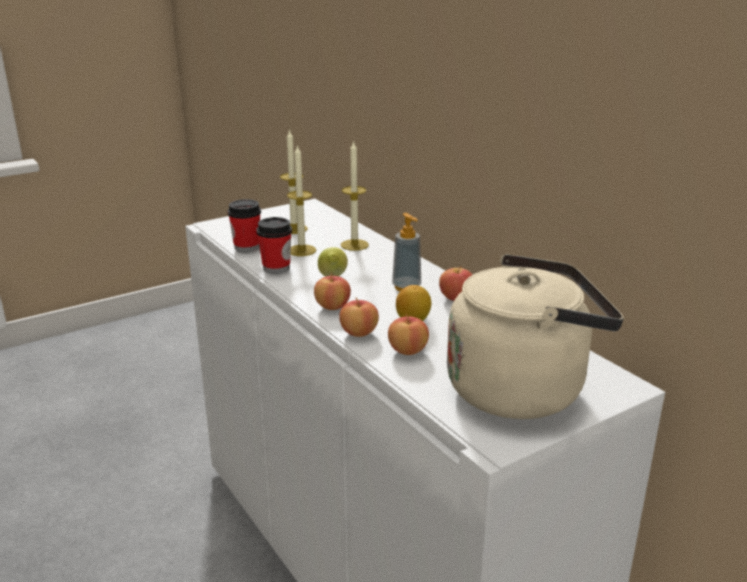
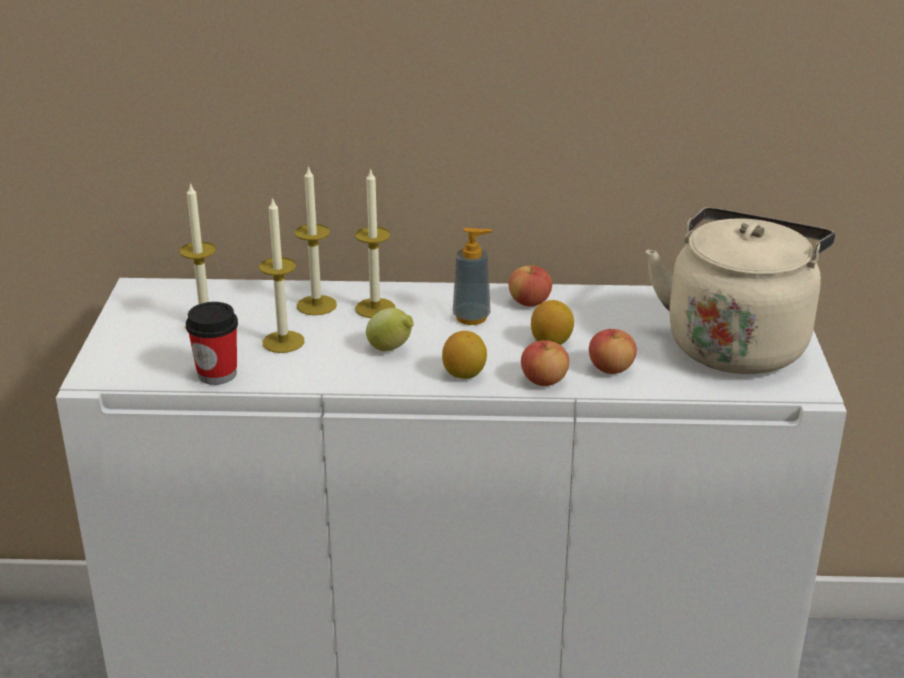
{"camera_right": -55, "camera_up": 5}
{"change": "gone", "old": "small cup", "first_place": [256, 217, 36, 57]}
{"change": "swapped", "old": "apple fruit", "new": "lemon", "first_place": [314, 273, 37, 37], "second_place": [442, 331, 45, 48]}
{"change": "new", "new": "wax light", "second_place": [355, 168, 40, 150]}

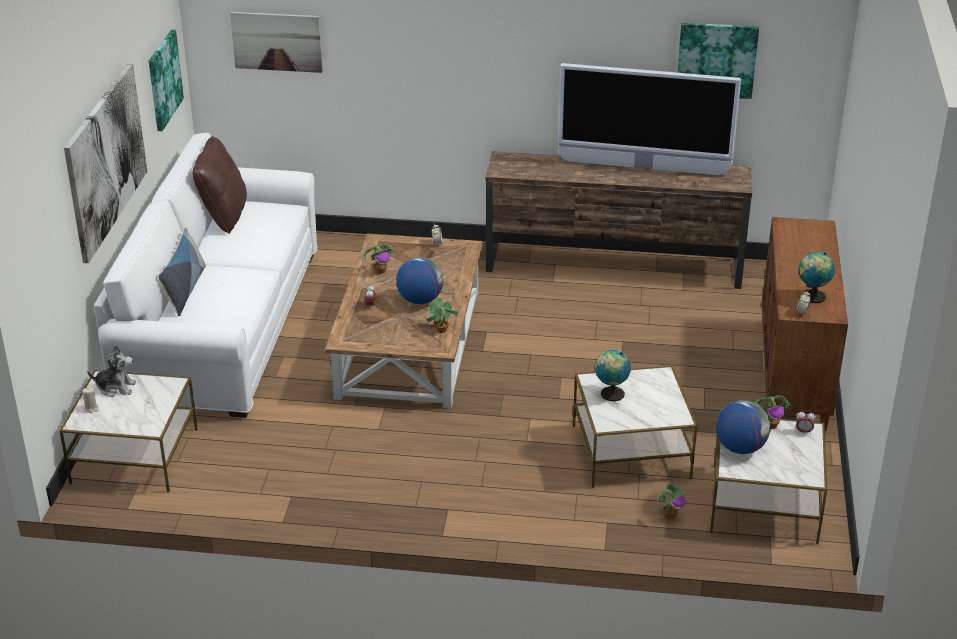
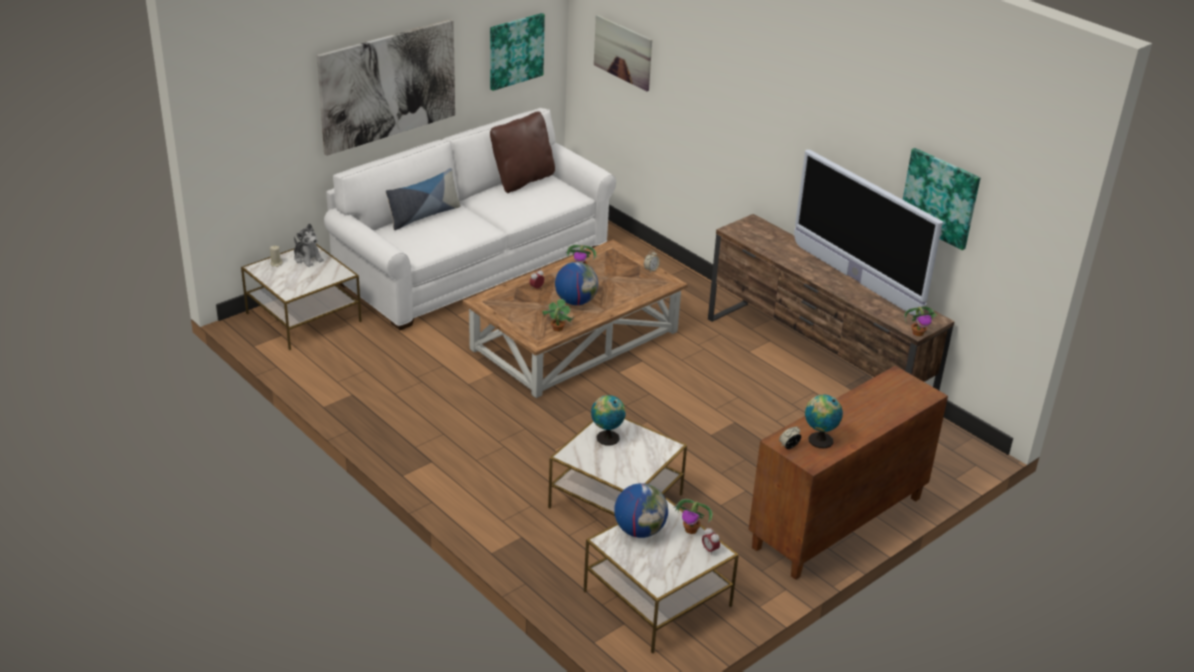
{"camera_right": 40, "camera_up": 0}
{"change": "shifted", "old": "houseplant", "first_place": [657, 484, 29, 36], "second_place": [904, 306, 34, 30]}

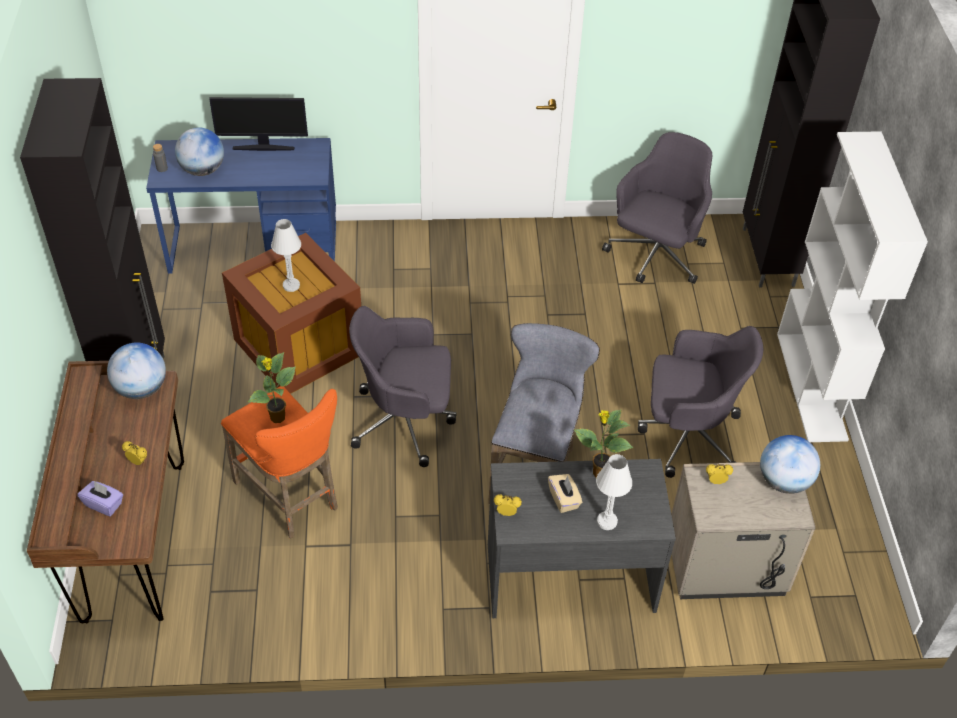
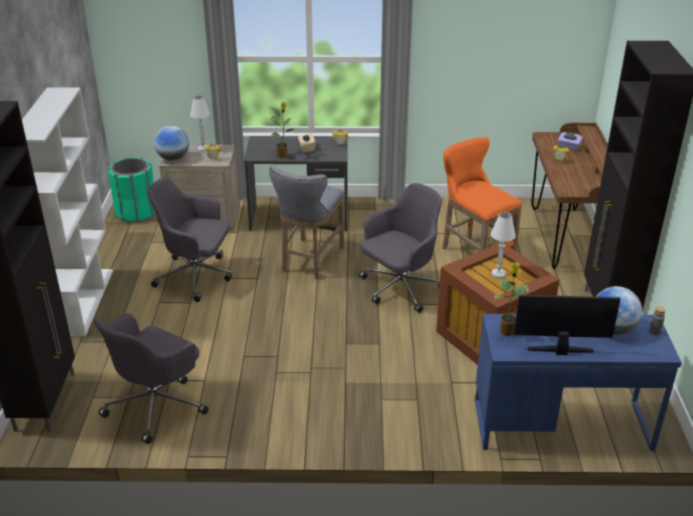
{"camera_right": -175, "camera_up": -15}
{"change": "rotated", "old": "computer chair (grey)", "first_place": [349, 306, 108, 161], "second_place": [359, 183, 83, 130], "degrees": -45}
{"change": "gone", "old": "desk globe", "first_place": [107, 342, 59, 57]}
{"change": "shifted", "old": "houseplant", "first_place": [248, 352, 48, 71], "second_place": [494, 262, 35, 74]}
{"change": "shifted", "old": "lamp for a table (whitish)", "first_place": [596, 454, 36, 76], "second_place": [190, 95, 20, 57]}
{"change": "new", "new": "rubbish bin (green)", "second_place": [108, 157, 48, 66]}

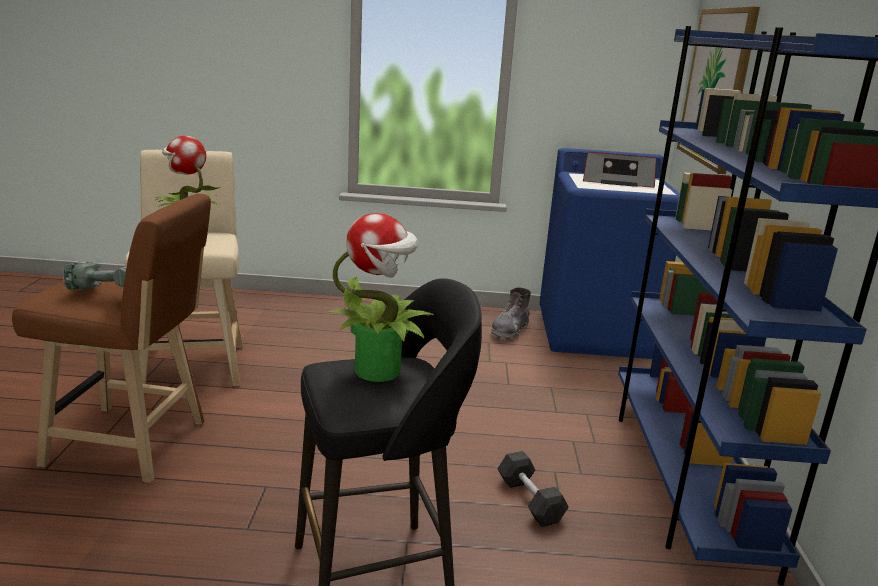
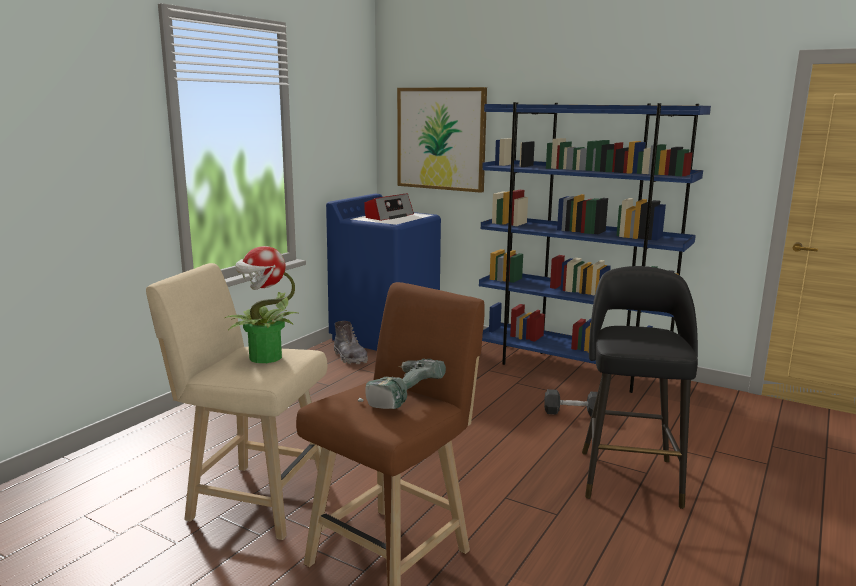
{"camera_right": -60, "camera_up": -5}
{"change": "gone", "old": "houseplant", "first_place": [327, 213, 106, 169]}

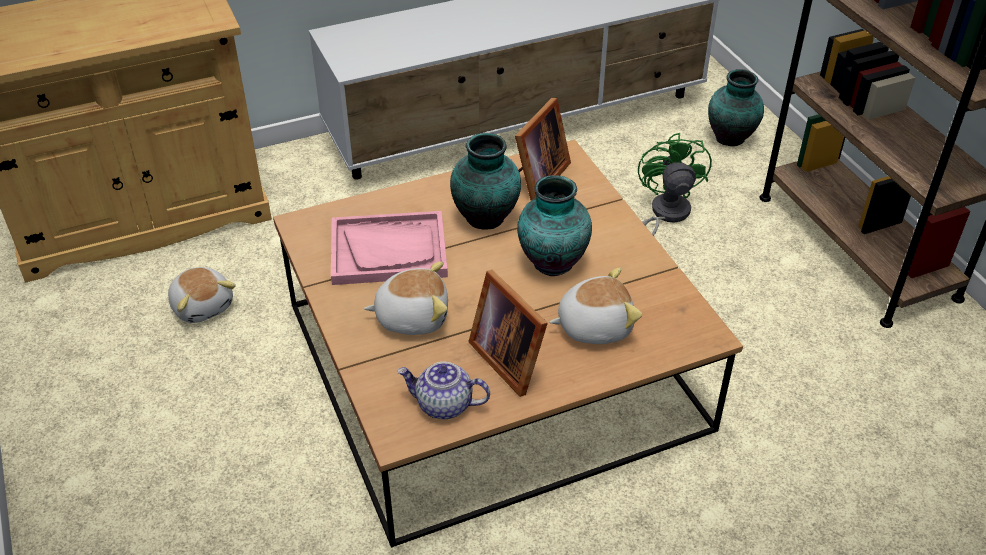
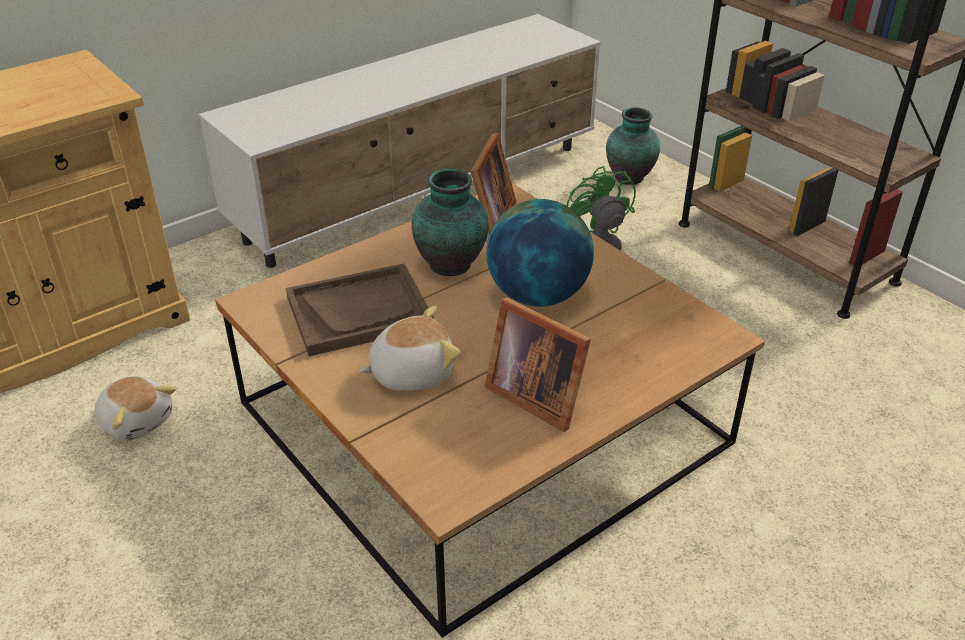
{"camera_right": -15, "camera_up": -5}
{"change": "swapped", "old": "decorative vase", "new": "desk globe", "first_place": [517, 175, 75, 101], "second_place": [486, 199, 108, 107]}
{"change": "repainted", "old": "carrying tray (pink)", "new": "carrying tray (brown)", "first_place": [331, 211, 117, 74], "second_place": [286, 263, 148, 93]}
{"change": "gone", "old": "plush toy", "first_place": [549, 267, 93, 77]}
{"change": "gone", "old": "teapot", "first_place": [397, 362, 93, 57]}

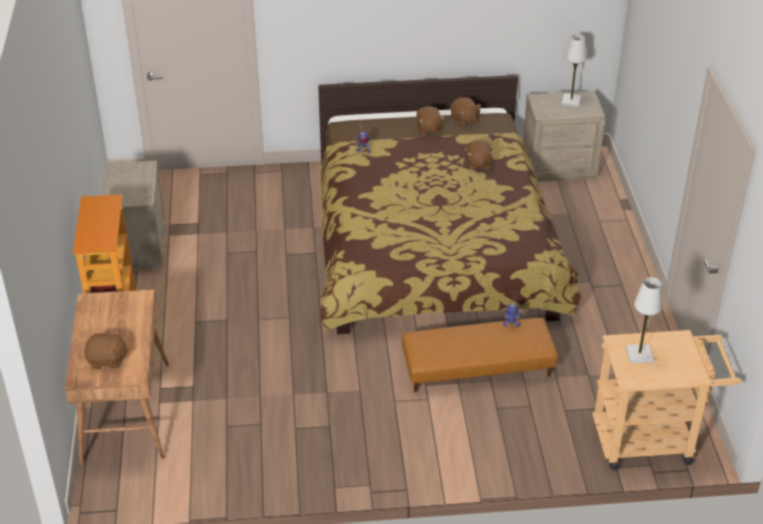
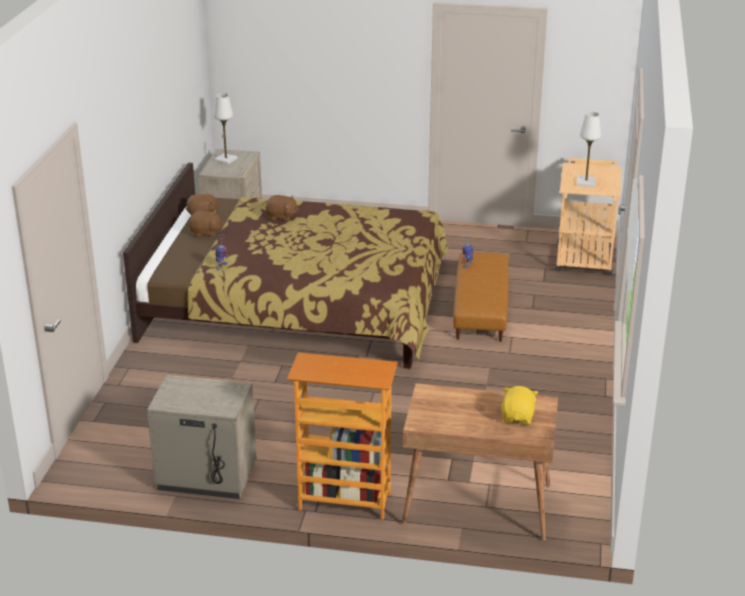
{"camera_right": -75, "camera_up": -10}
{"change": "repainted", "old": "plush toy (brown)", "new": "plush toy (yellow)", "first_place": [85, 331, 44, 38], "second_place": [501, 386, 37, 39]}

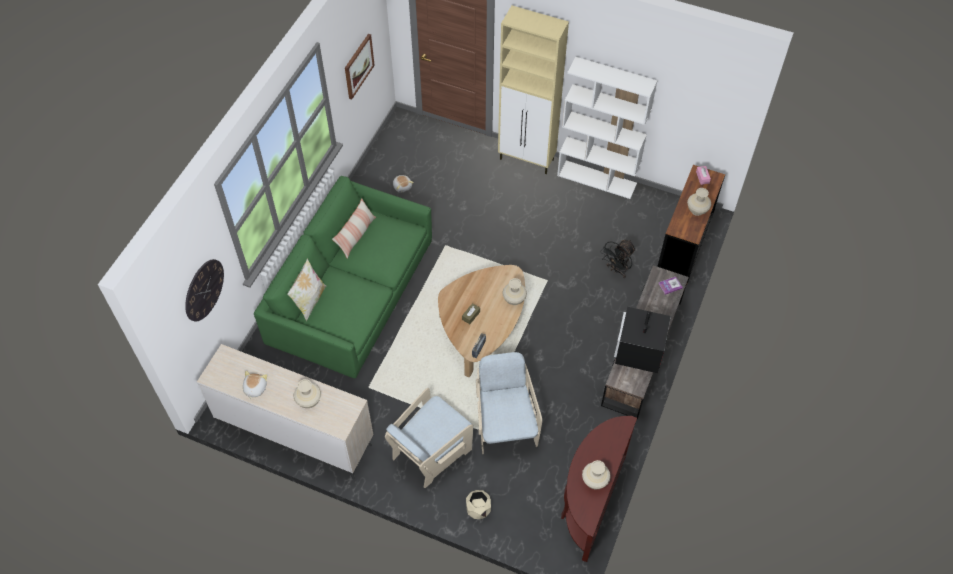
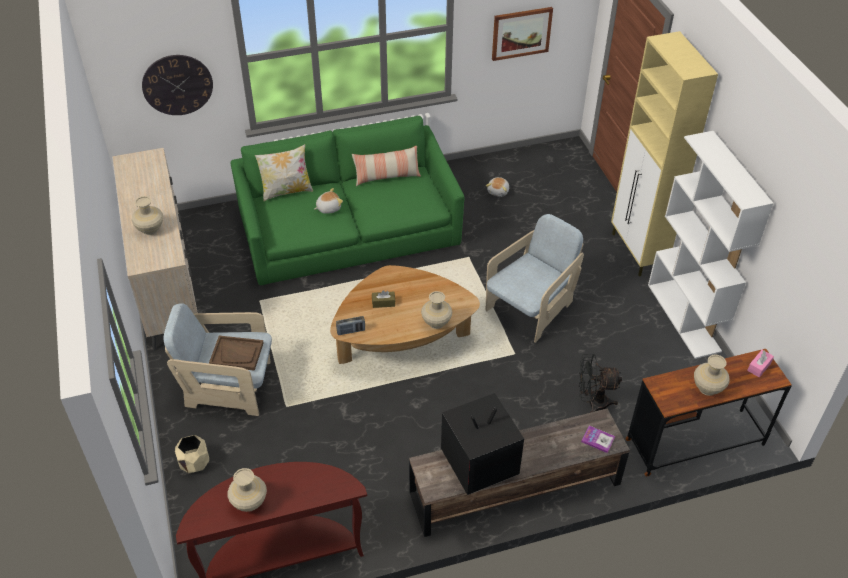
{"camera_right": 50, "camera_up": -10}
{"change": "shifted", "old": "armchair (beige)", "first_place": [476, 352, 66, 102], "second_place": [486, 214, 98, 129]}
{"change": "shifted", "old": "plush toy", "first_place": [243, 371, 24, 29], "second_place": [314, 188, 29, 26]}
{"change": "new", "new": "carrying tray (brown)", "second_place": [209, 336, 55, 35]}

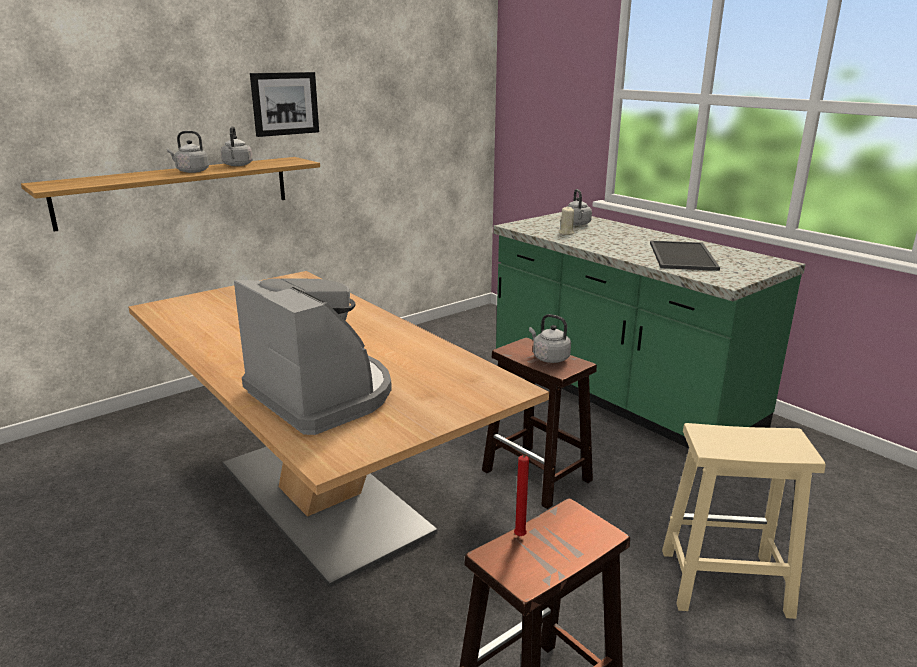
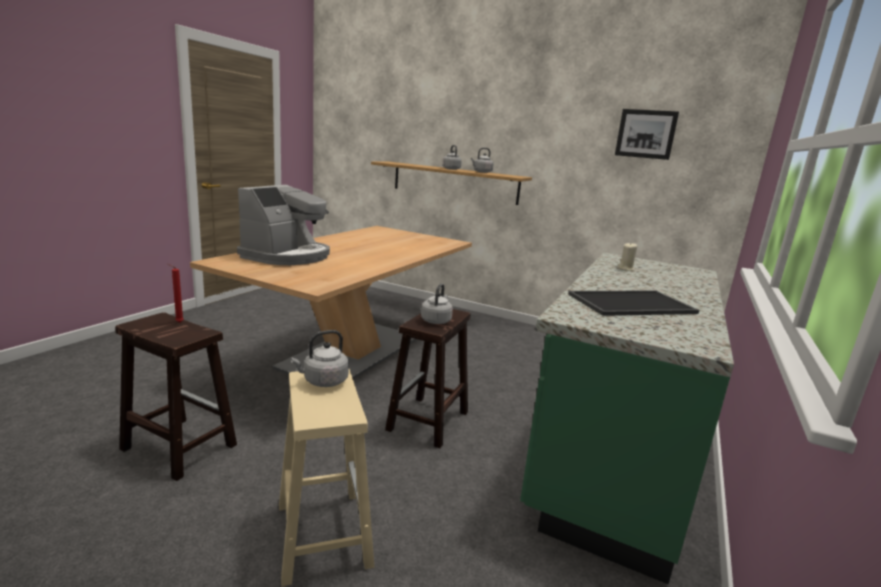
{"camera_right": 65, "camera_up": -5}
{"change": "shifted", "old": "wall art", "first_place": [250, 72, 69, 65], "second_place": [615, 109, 64, 51]}
{"change": "shifted", "old": "tea kettle (grey)", "first_place": [567, 189, 25, 37], "second_place": [290, 330, 59, 57]}

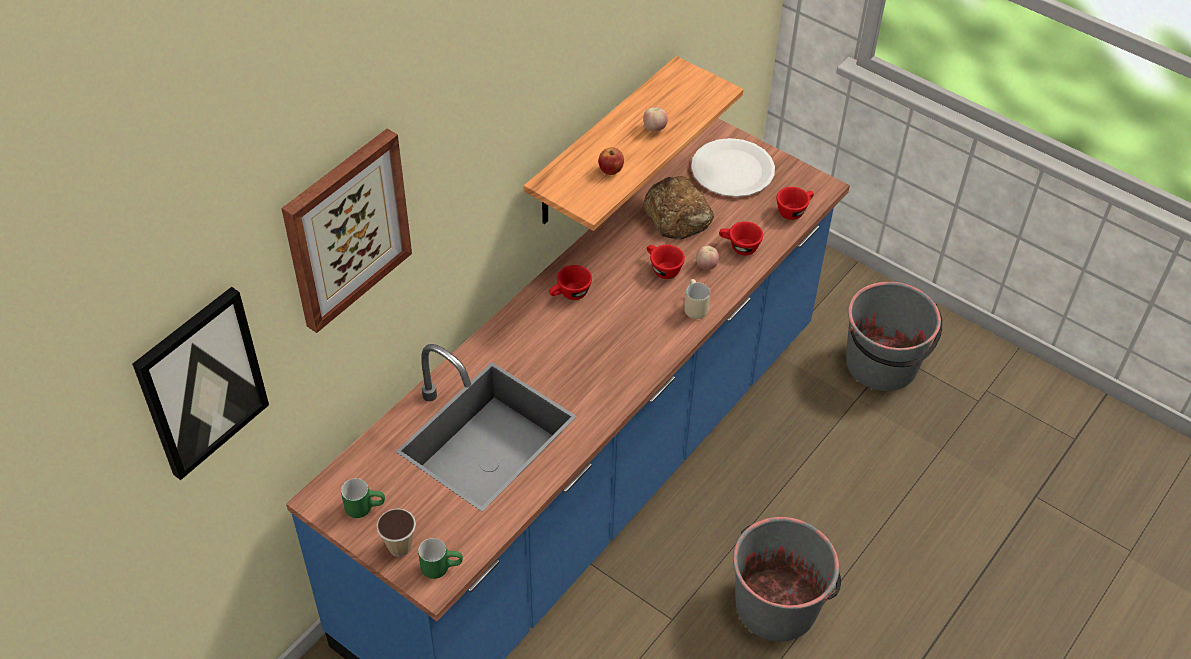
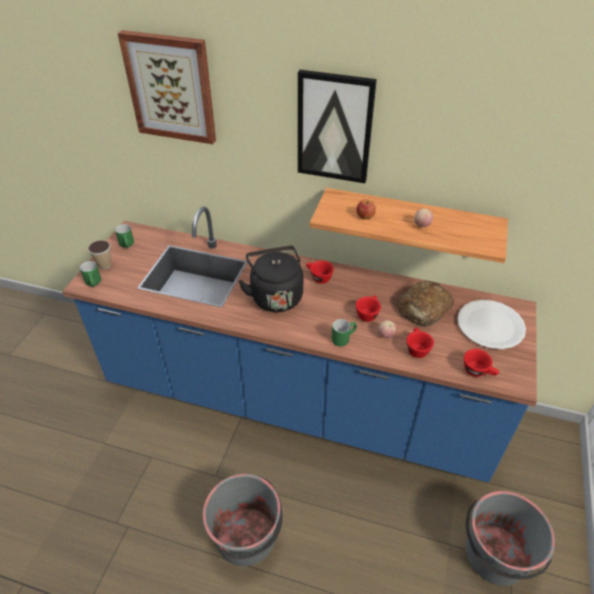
{"camera_right": 70, "camera_up": -5}
{"change": "repainted", "old": "mug (beige)", "new": "mug (green)", "first_place": [684, 279, 26, 40], "second_place": [331, 319, 26, 27]}
{"change": "shifted", "old": "wall art", "first_place": [132, 287, 137, 193], "second_place": [298, 70, 79, 113]}
{"change": "new", "new": "tea kettle (blackish)", "second_place": [238, 246, 65, 66]}

